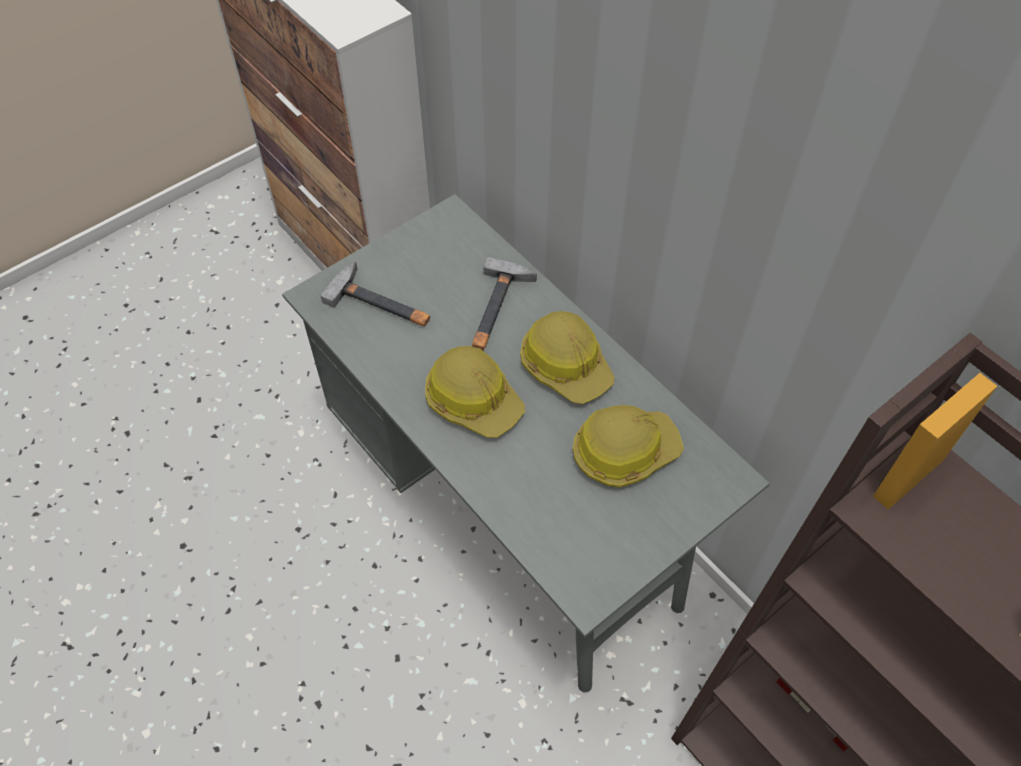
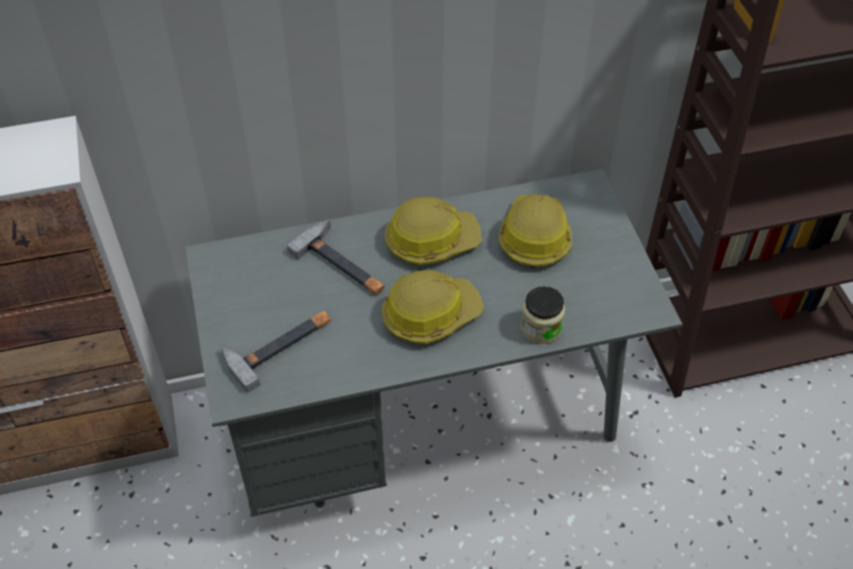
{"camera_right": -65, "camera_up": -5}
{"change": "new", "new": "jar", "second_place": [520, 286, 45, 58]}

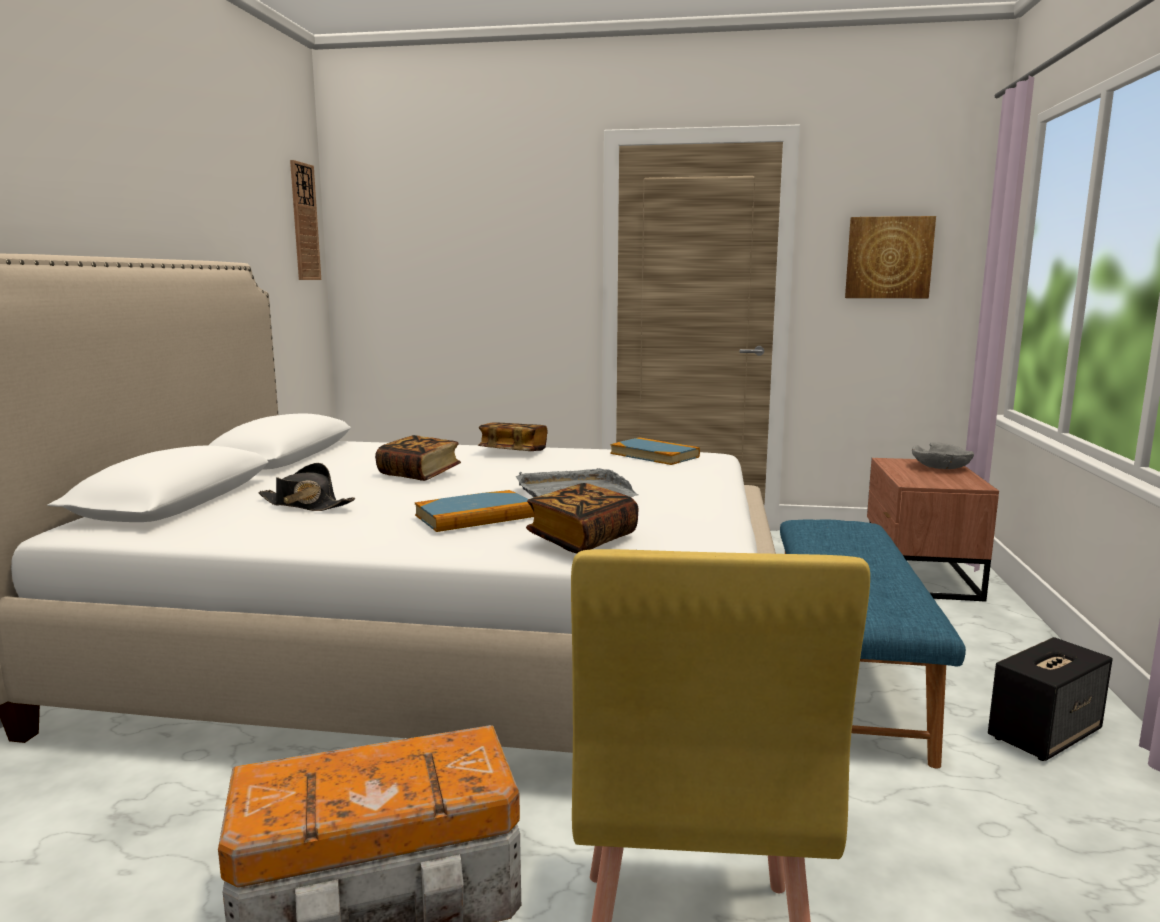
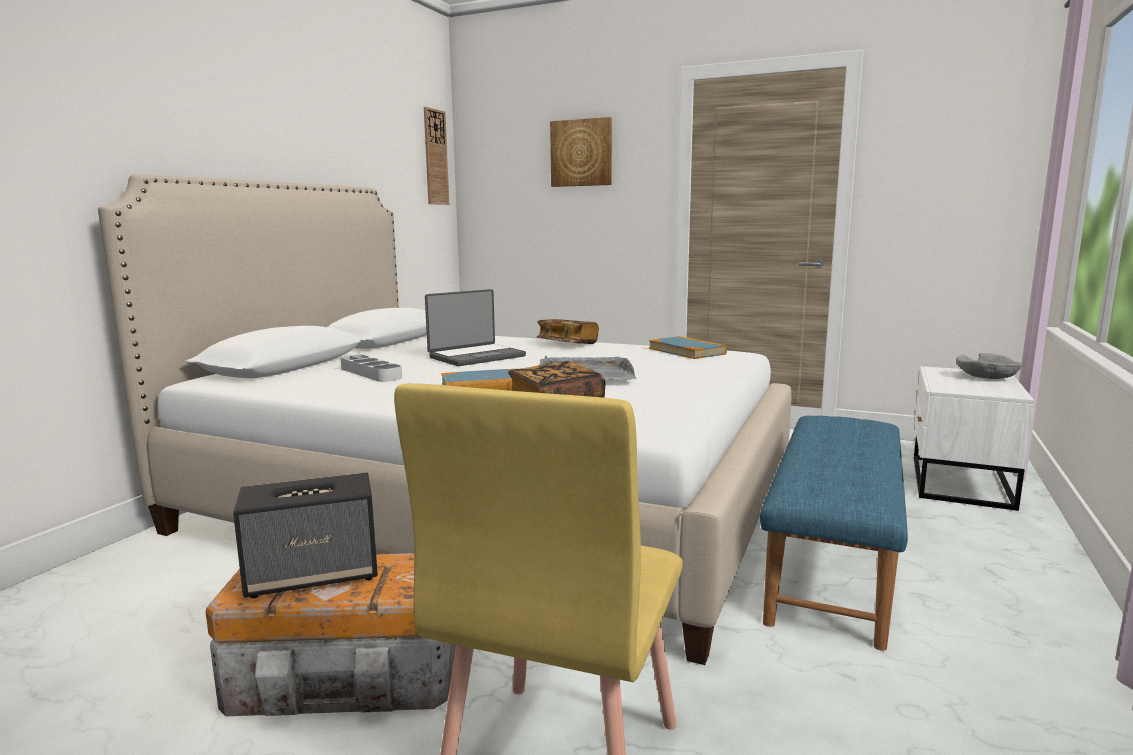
{"camera_right": 15, "camera_up": 0}
{"change": "shifted", "old": "wall art", "first_place": [845, 216, 91, 82], "second_place": [550, 117, 62, 70]}
{"change": "swapped", "old": "volume", "new": "laptop", "first_place": [375, 435, 86, 46], "second_place": [425, 289, 101, 77]}
{"change": "repainted", "old": "night table (brown)", "new": "night table (whitish)", "first_place": [867, 458, 132, 144], "second_place": [914, 366, 120, 145]}
{"change": "swapped", "old": "hat (blackish)", "new": "carrying tray (grey)", "first_place": [259, 463, 97, 48], "second_place": [341, 355, 61, 27]}
{"change": "shifted", "old": "audio speaker", "first_place": [988, 637, 125, 124], "second_place": [233, 473, 145, 126]}

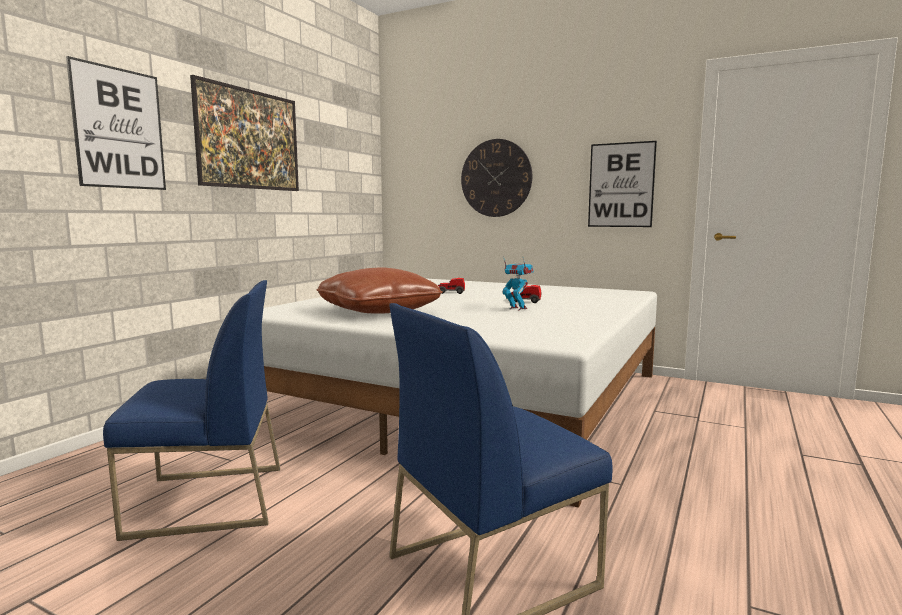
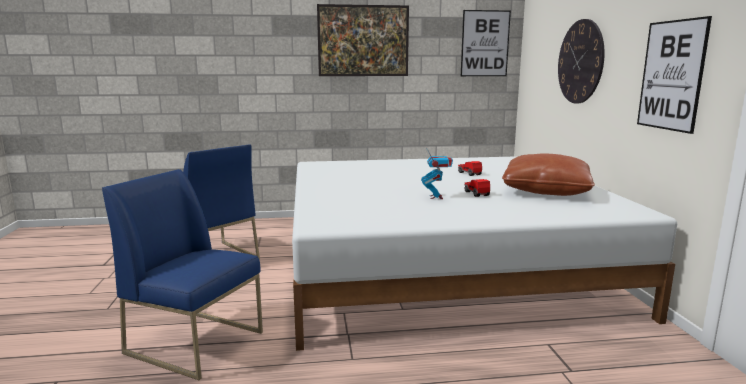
{"camera_right": 55, "camera_up": 5}
{"change": "shifted", "old": "wall art", "first_place": [66, 56, 100, 134], "second_place": [461, 10, 50, 66]}
{"change": "shifted", "old": "throw pillow (brown)", "first_place": [317, 267, 126, 47], "second_place": [502, 154, 93, 42]}

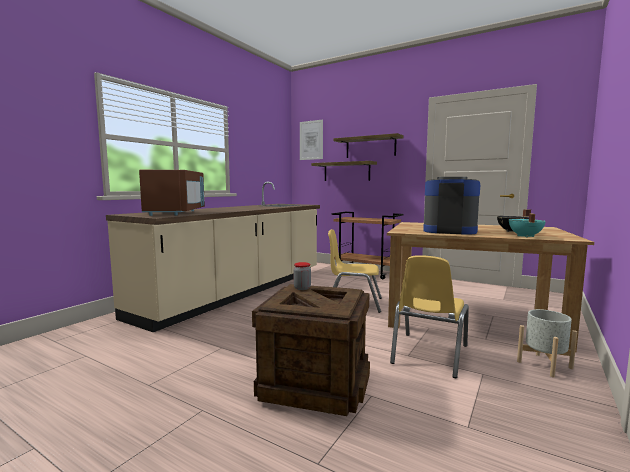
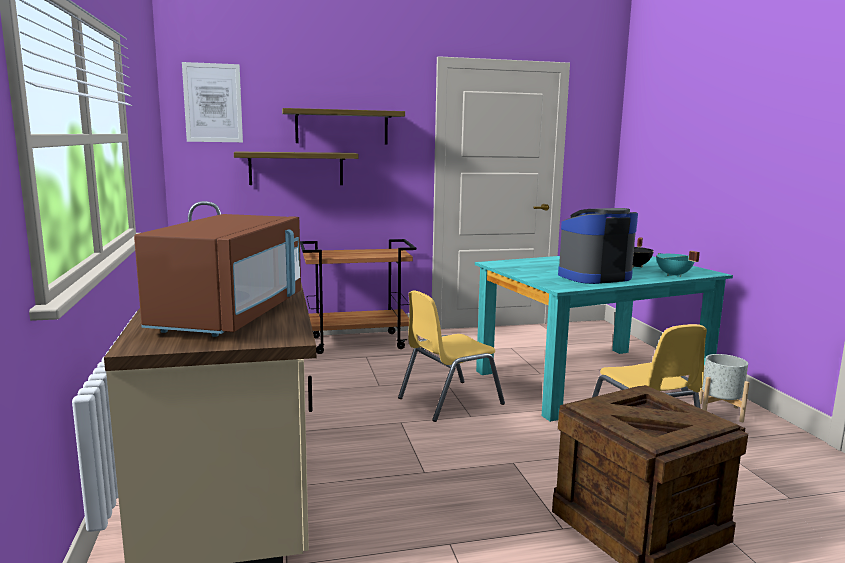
{"camera_right": -45, "camera_up": 5}
{"change": "rotated", "old": "microwave (brown)", "first_place": [139, 170, 66, 46], "second_place": [134, 214, 167, 123], "degrees": 60}
{"change": "repainted", "old": "kitchen table (brown)", "new": "kitchen table (turquoise-coloured)", "first_place": [387, 222, 207, 130], "second_place": [475, 256, 258, 166]}
{"change": "gone", "old": "jar", "first_place": [293, 262, 18, 28]}

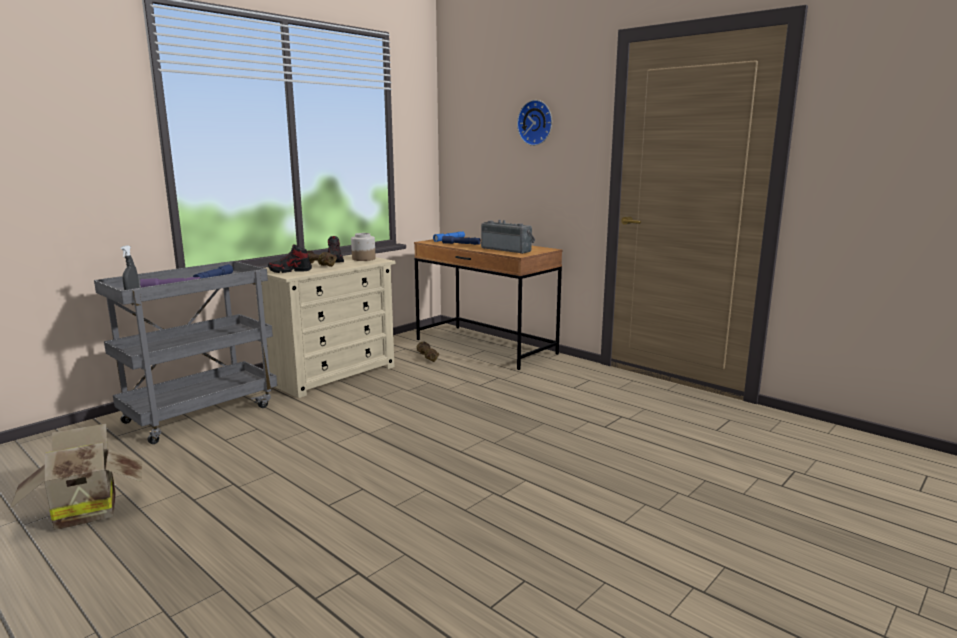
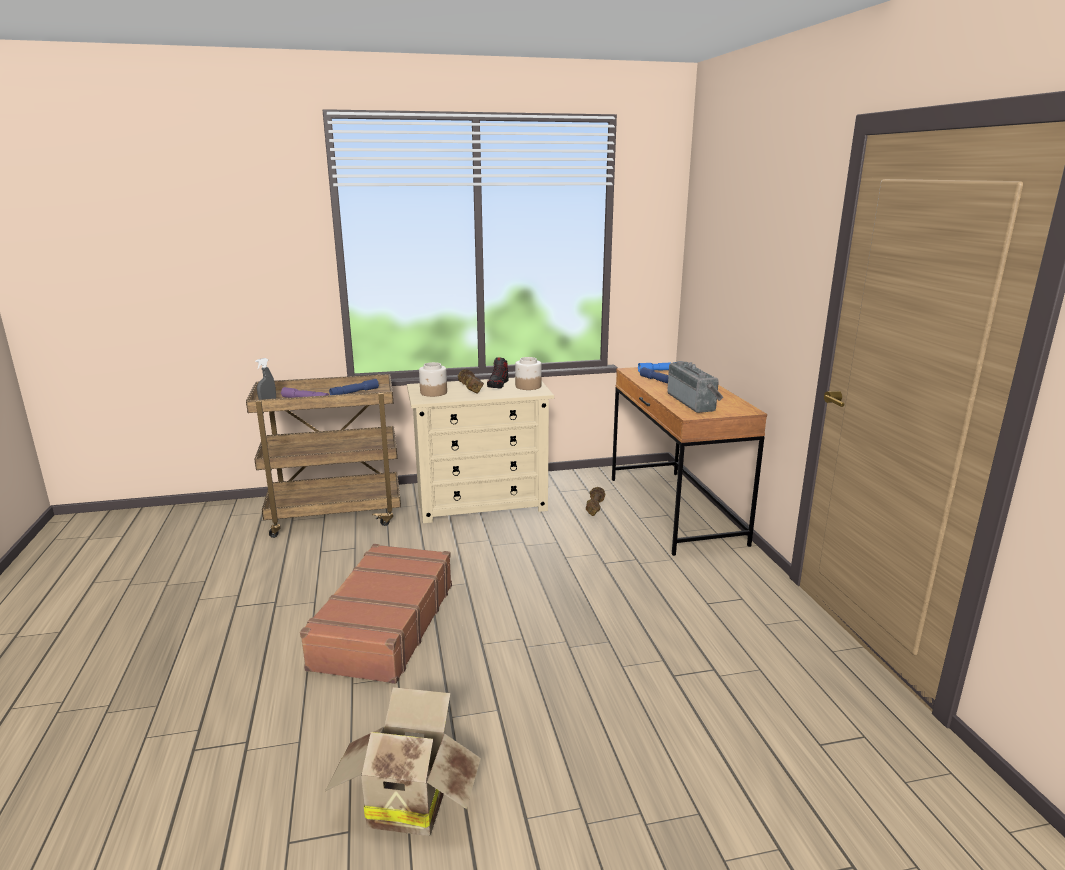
{"camera_right": 35, "camera_up": 5}
{"change": "gone", "old": "wall clock", "first_place": [517, 100, 35, 46]}
{"change": "swapped", "old": "shoe", "new": "jar", "first_place": [268, 244, 44, 29], "second_place": [419, 362, 28, 35]}
{"change": "repainted", "old": "wheeled cart (grey)", "new": "wheeled cart (brown)", "first_place": [94, 261, 183, 183], "second_place": [246, 374, 155, 164]}
{"change": "shifted", "old": "carton", "first_place": [9, 424, 133, 106], "second_place": [325, 687, 156, 149]}
{"change": "new", "new": "piece of luggage (brown)", "second_place": [300, 544, 152, 140]}

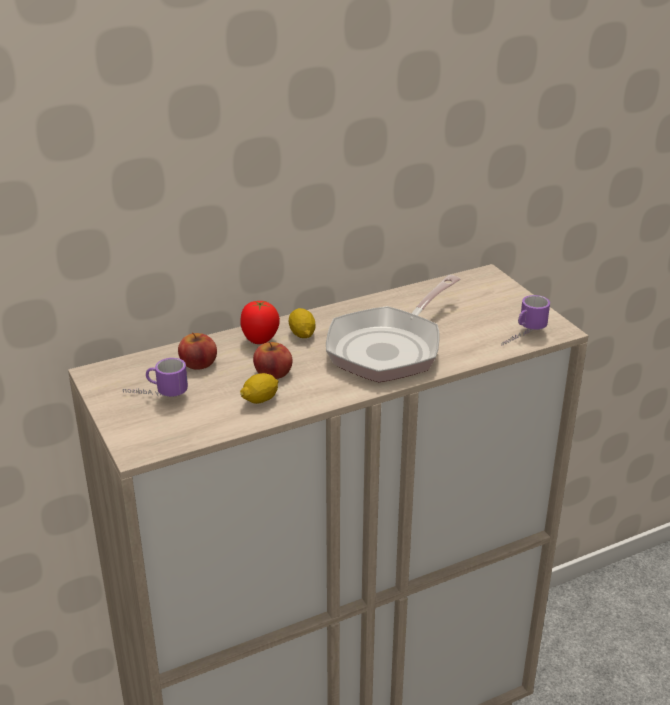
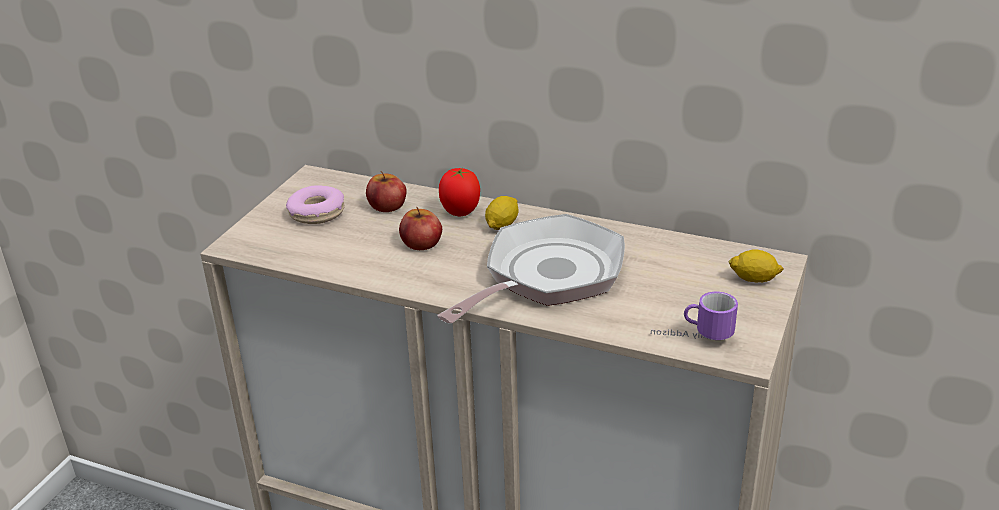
{"camera_right": 50, "camera_up": 0}
{"change": "rotated", "old": "pan", "first_place": [326, 275, 135, 107], "second_place": [437, 214, 188, 110], "degrees": 135}
{"change": "swapped", "old": "mug", "new": "donut", "first_place": [123, 358, 65, 39], "second_place": [286, 186, 59, 38]}
{"change": "shifted", "old": "lemon", "first_place": [240, 373, 39, 31], "second_place": [729, 250, 55, 33]}

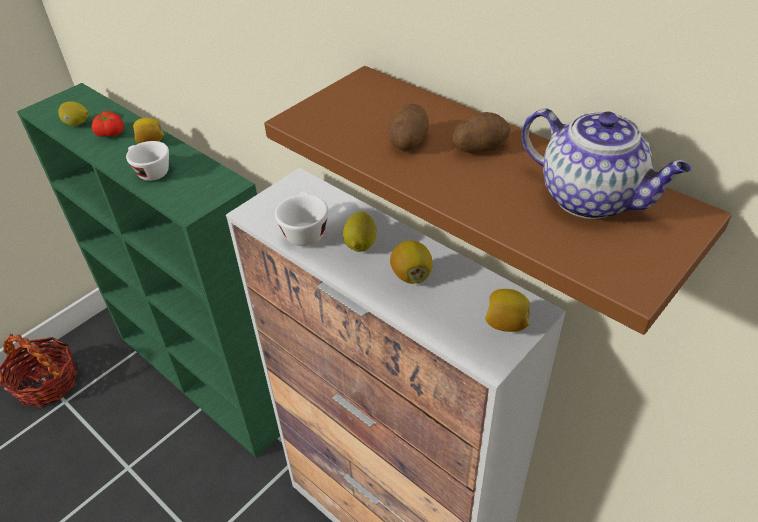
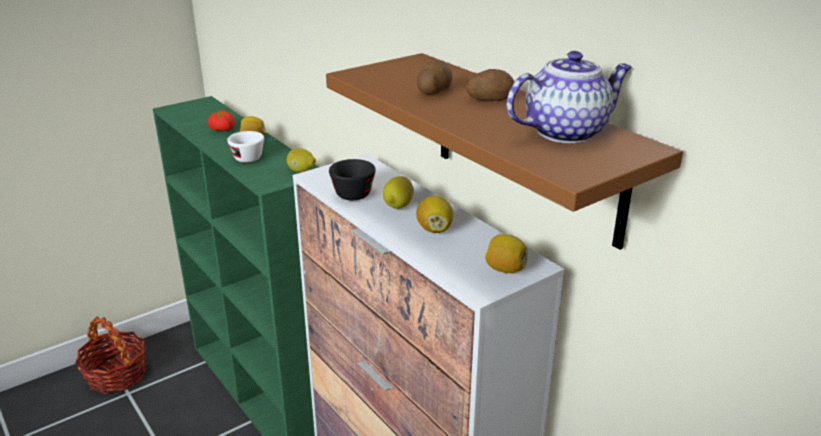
{"camera_right": 10, "camera_up": -15}
{"change": "shifted", "old": "lemon", "first_place": [58, 101, 31, 25], "second_place": [287, 148, 29, 24]}
{"change": "rotated", "old": "teapot", "first_place": [522, 108, 170, 111], "second_place": [507, 51, 125, 92], "degrees": -75}
{"change": "repainted", "old": "small cup (whitish)", "new": "small cup (blackish)", "first_place": [275, 192, 54, 54], "second_place": [329, 159, 47, 41]}

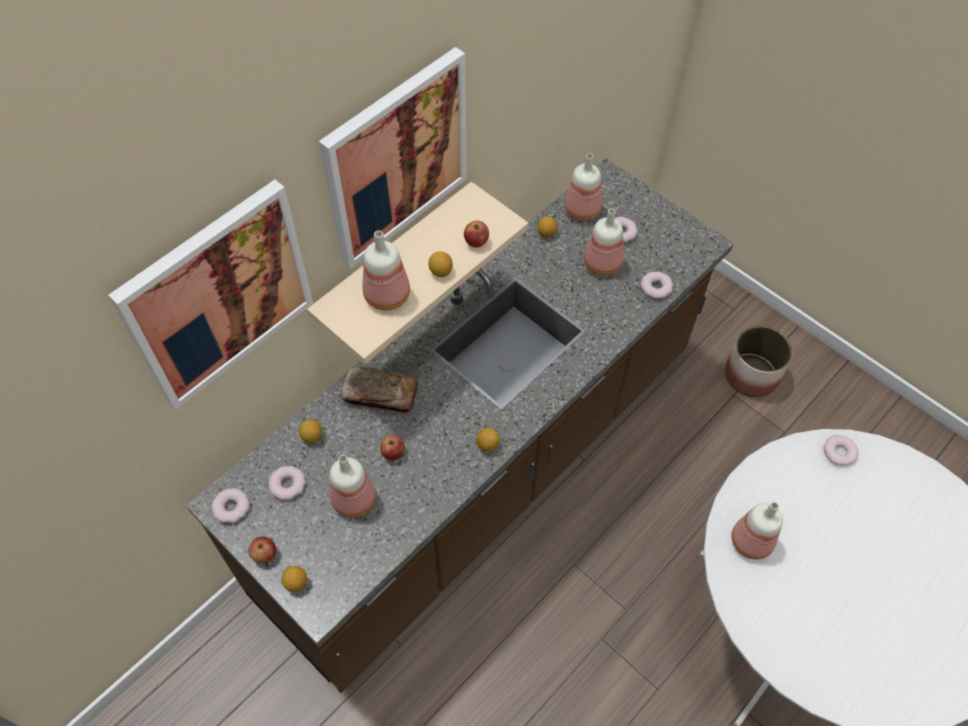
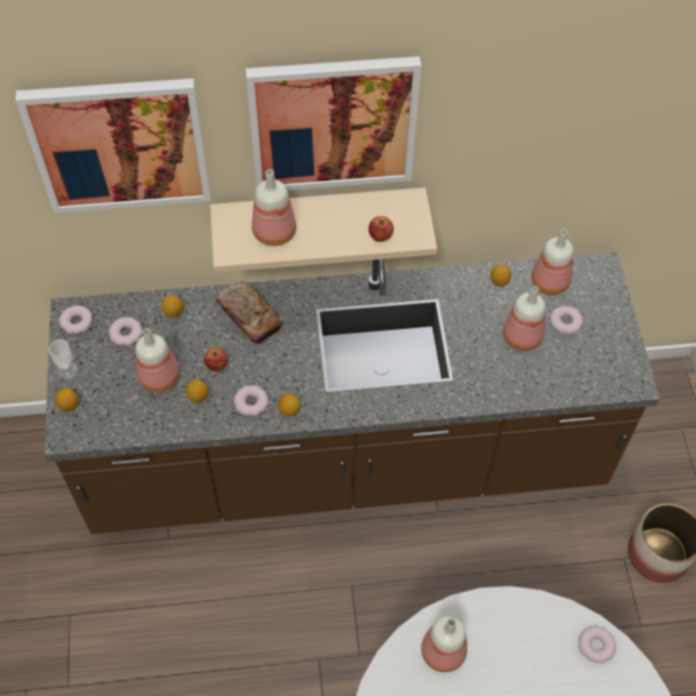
{"camera_right": 40, "camera_up": 0}
{"change": "shifted", "old": "lemon", "first_place": [428, 251, 25, 26], "second_place": [186, 379, 22, 24]}
{"change": "shifted", "old": "donut", "first_place": [641, 272, 32, 27], "second_place": [233, 385, 36, 31]}
{"change": "swapped", "old": "apple fruit", "new": "small cup", "first_place": [249, 536, 27, 27], "second_place": [49, 339, 29, 40]}

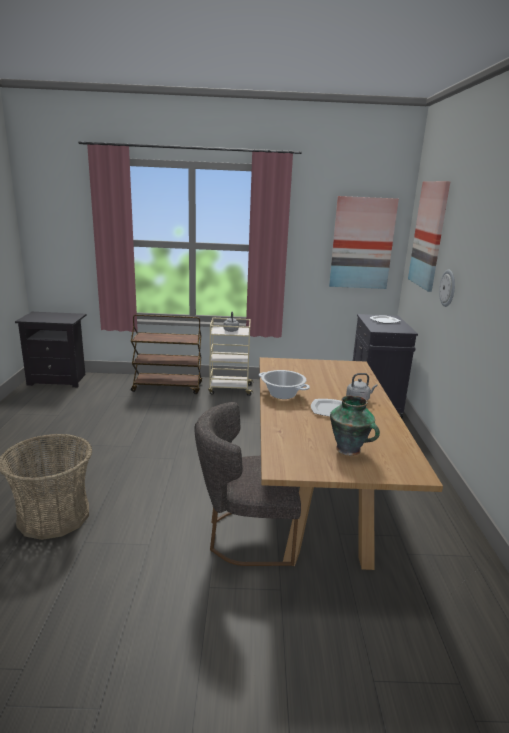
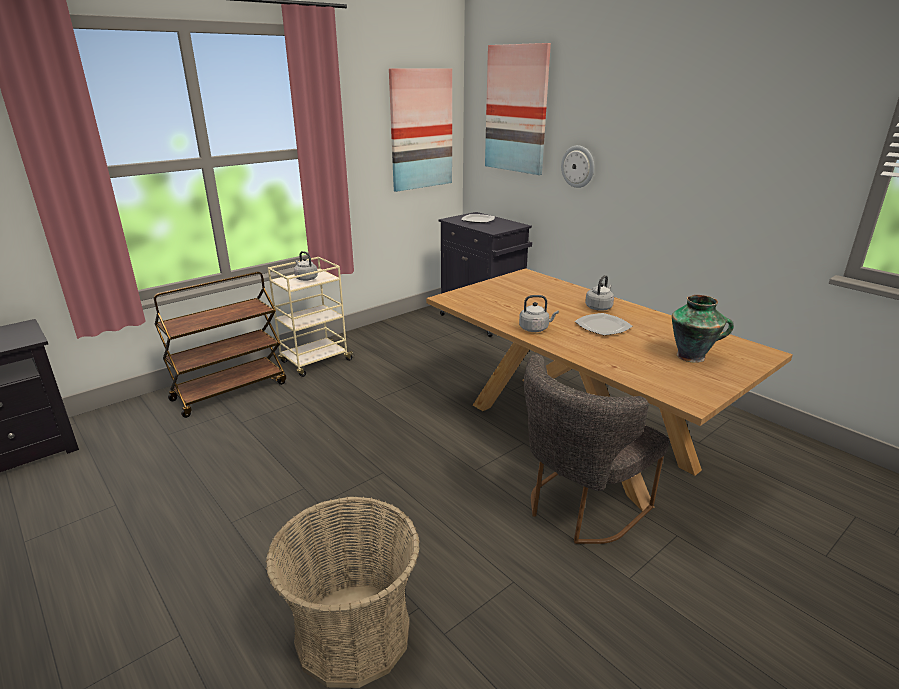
{"camera_right": -40, "camera_up": 5}
{"change": "swapped", "old": "saucepot", "new": "tea kettle (grey)", "first_place": [259, 370, 51, 29], "second_place": [519, 295, 40, 37]}

